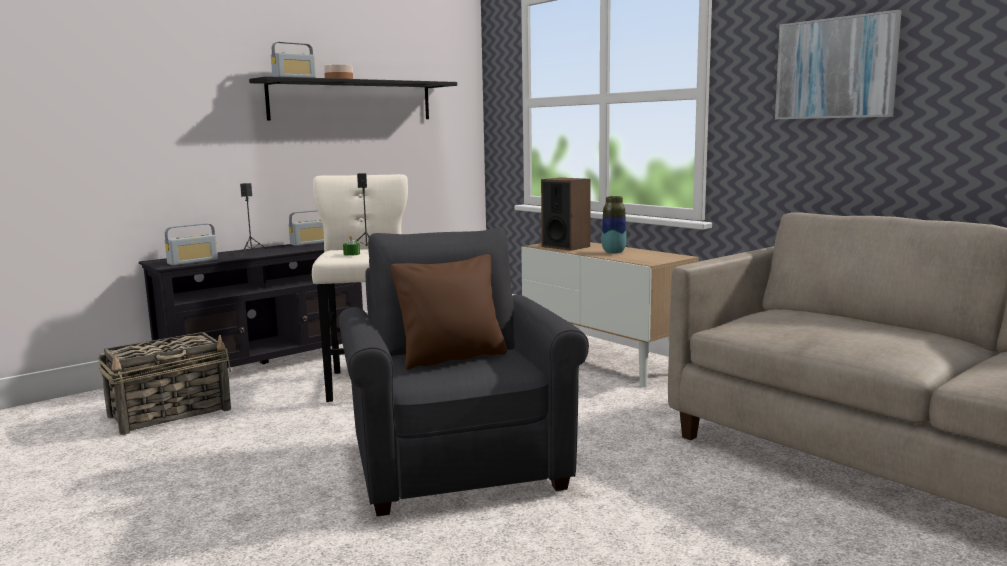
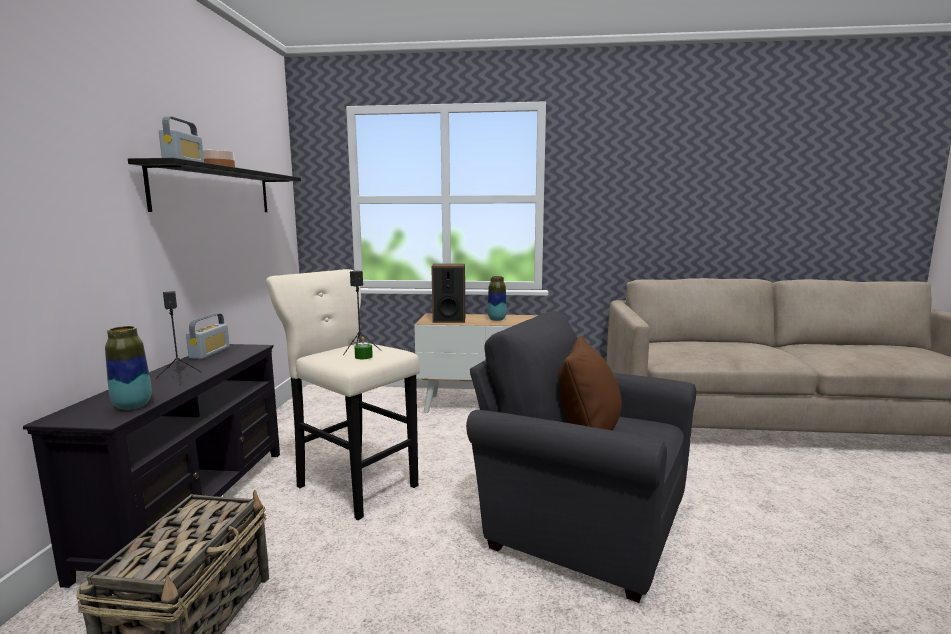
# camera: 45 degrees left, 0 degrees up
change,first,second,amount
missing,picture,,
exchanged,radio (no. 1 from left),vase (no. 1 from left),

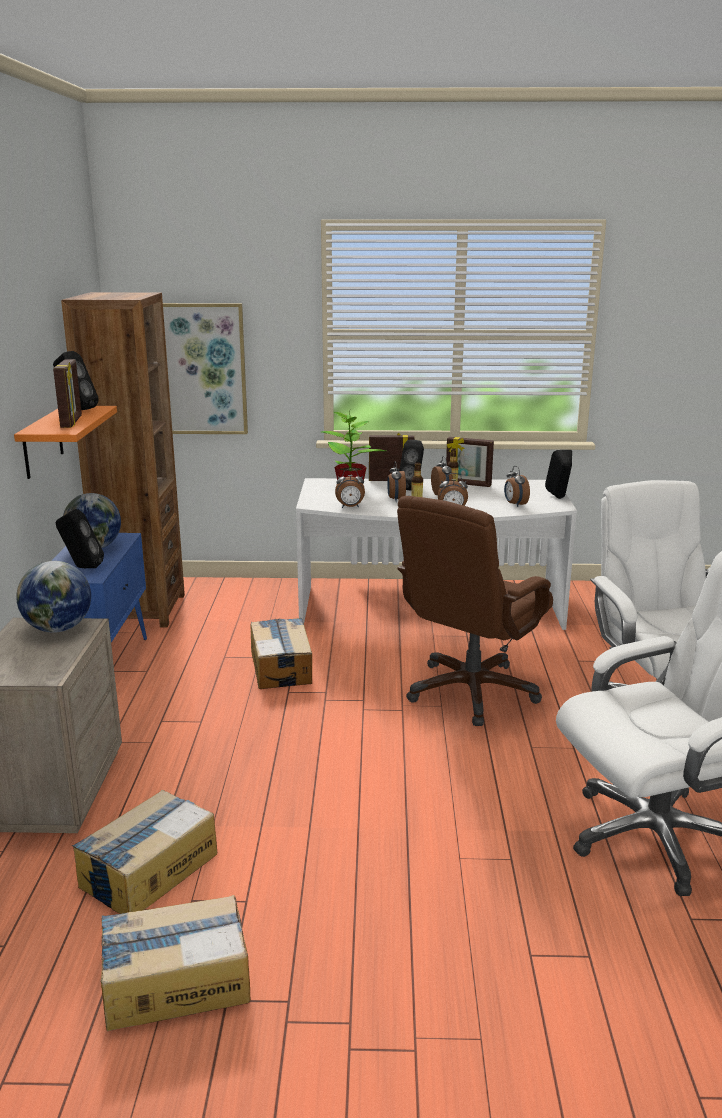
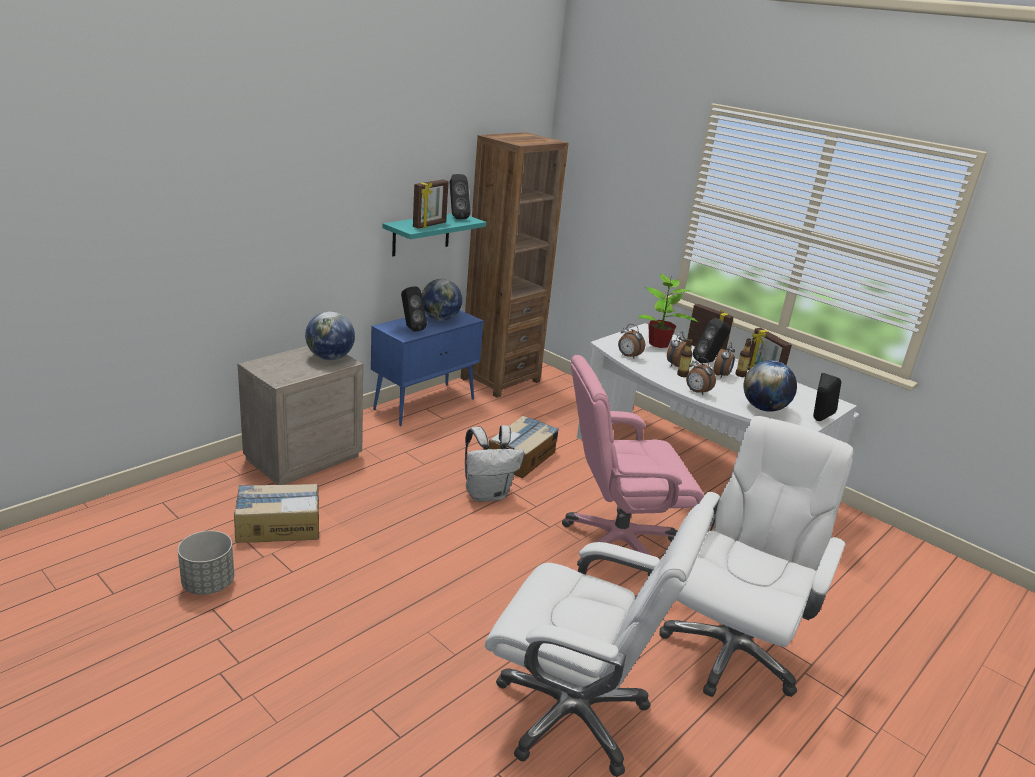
# camera: 40 degrees right, 5 degrees up
change,first,second,amount
missing,picture,,
colour,orange shelf,turquoise shelf,
exchanged,alarm clock (no. 5 from left),globe (no. 3 from left),
colour,brown office chair,pink office chair,
exchanged,cardboard box (no. 2 from left),grey planter,
appeared,,white backpack,

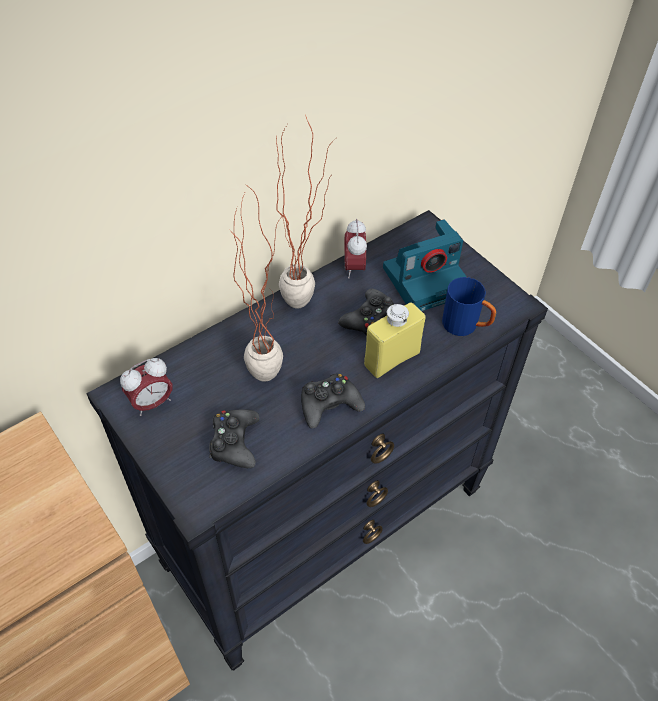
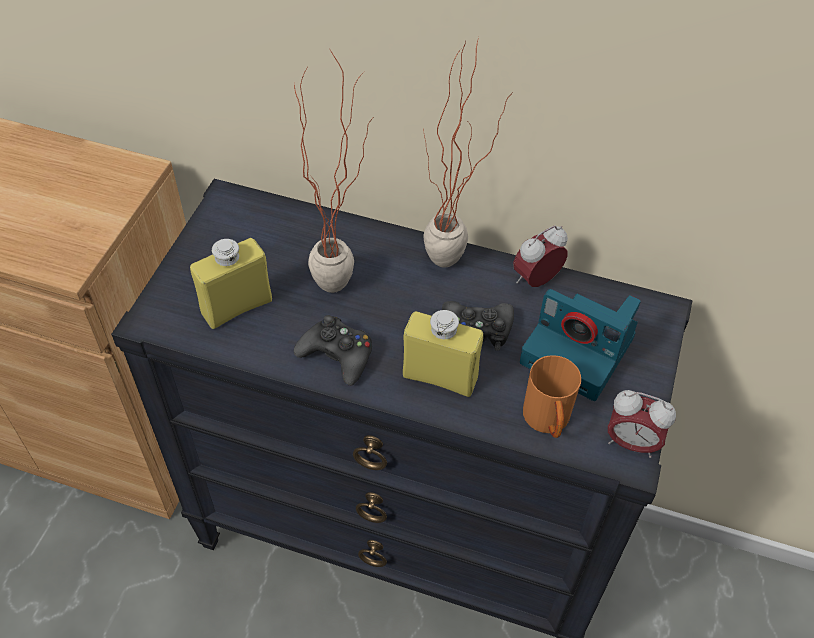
# camera: 55 degrees right, 0 degrees up
change,first,second,amount
colour,blue mug,orange mug,
relocated,alarm clock (no. 1 from left in the first image),alarm clock (no. 2 from left),
exchanged,black game controller (no. 1 from left),yellow bottle (no. 1 from left),

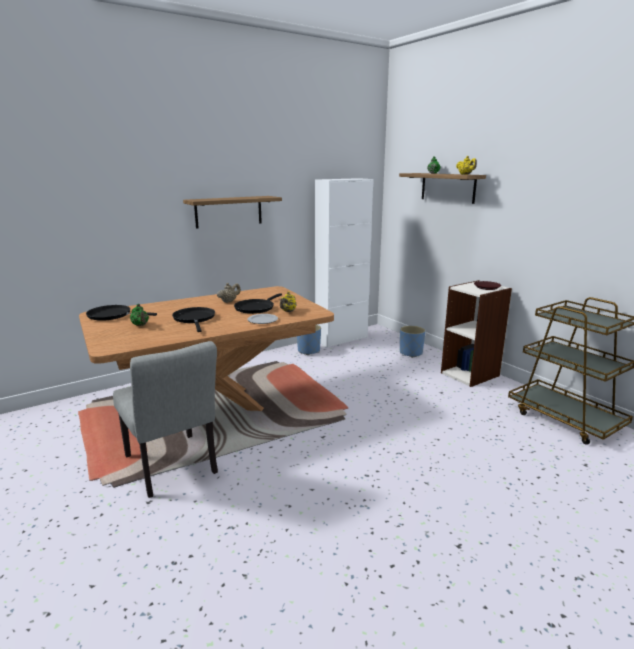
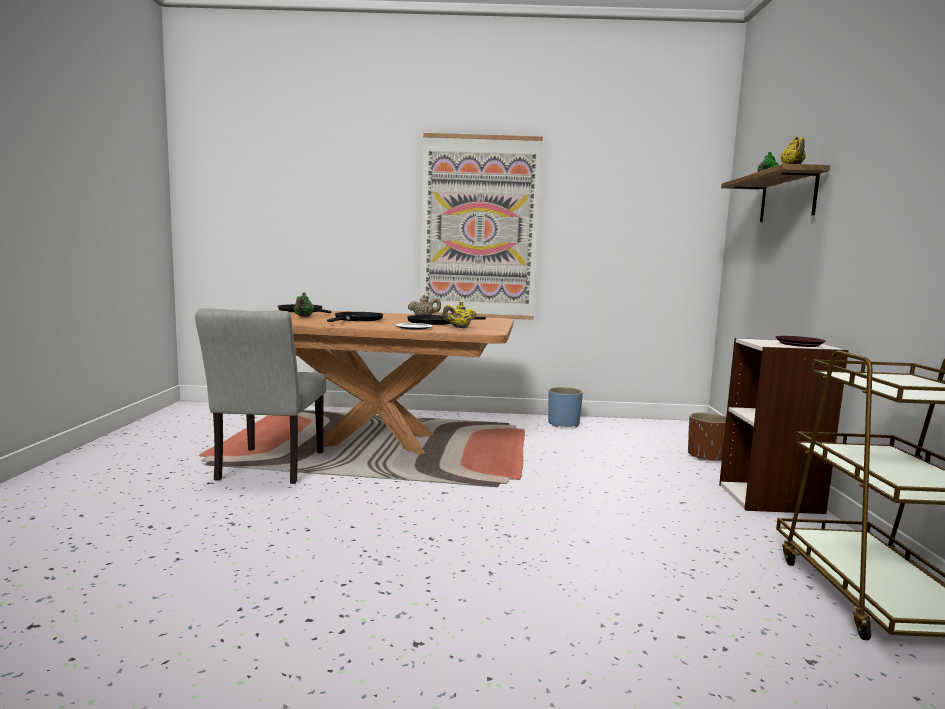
# camera: 35 degrees right, 10 degrees down
change,first,second,amount
missing,white cabinet,,
exchanged,shelf (no. 1 from left),picture,
colour,blue planter (no. 2 from left),brown planter,

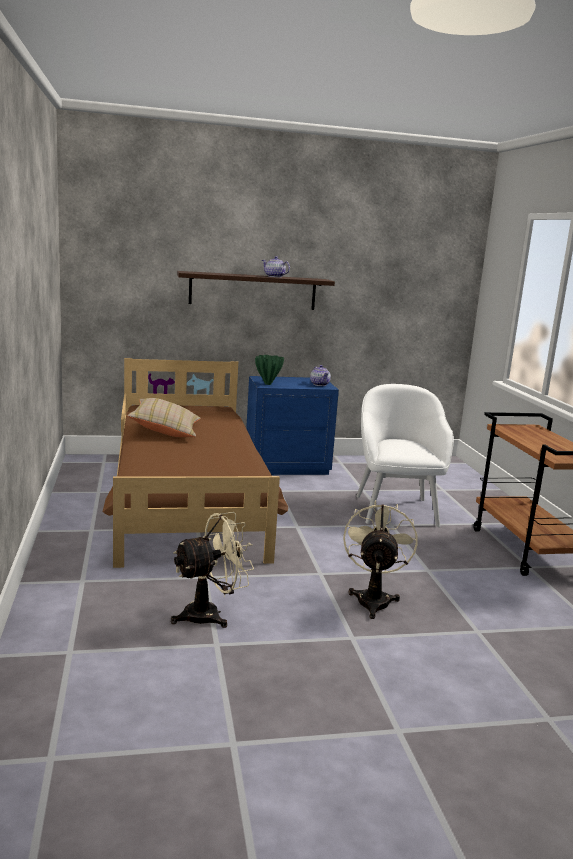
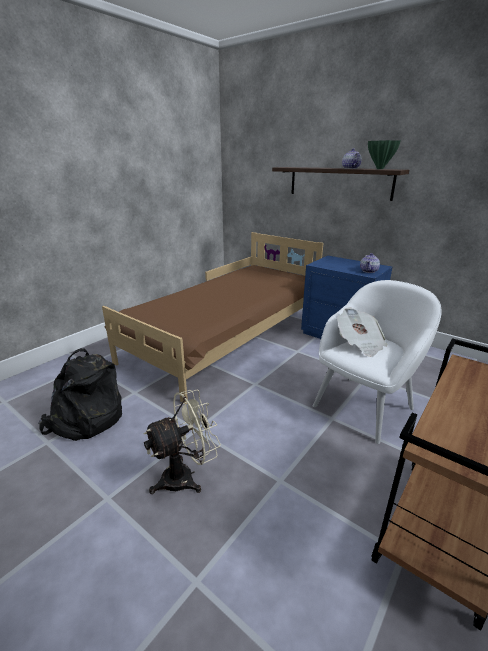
# camera: 50 degrees right, 10 degrees up
change,first,second,amount
relocated,green vase,,
missing,beige pillow,,
exchanged,beige fan (no. 1 from left),black backpack,
appeared,,newspaper,

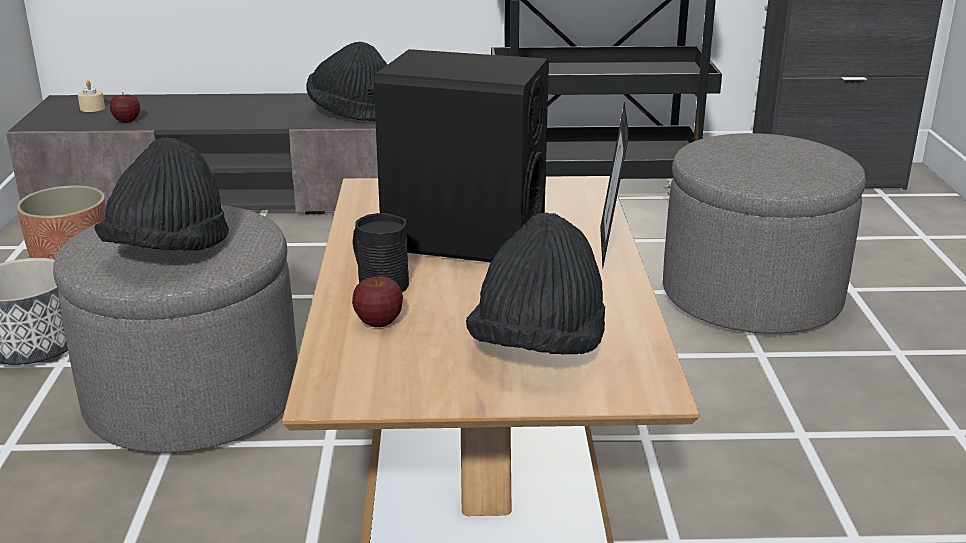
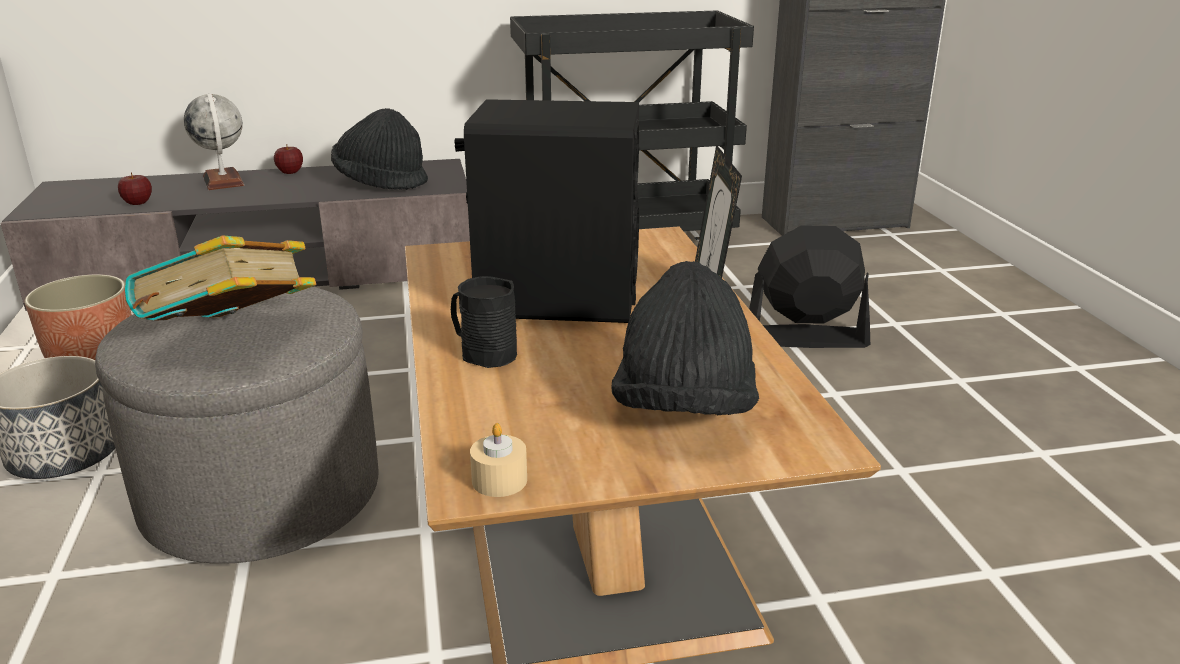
# camera: 10 degrees left, 0 degrees up
change,first,second,amount
relocated,beige candle,,
exchanged,grey ottoman (no. 2 from left),black fan,
exchanged,black hat (no. 1 from left),book,
relocated,apple (no. 2 from left),,
appeared,,globe,

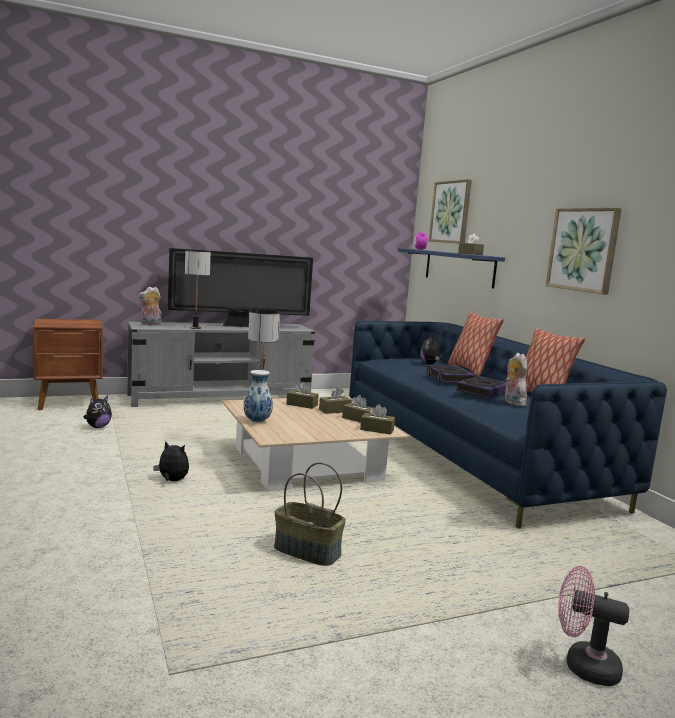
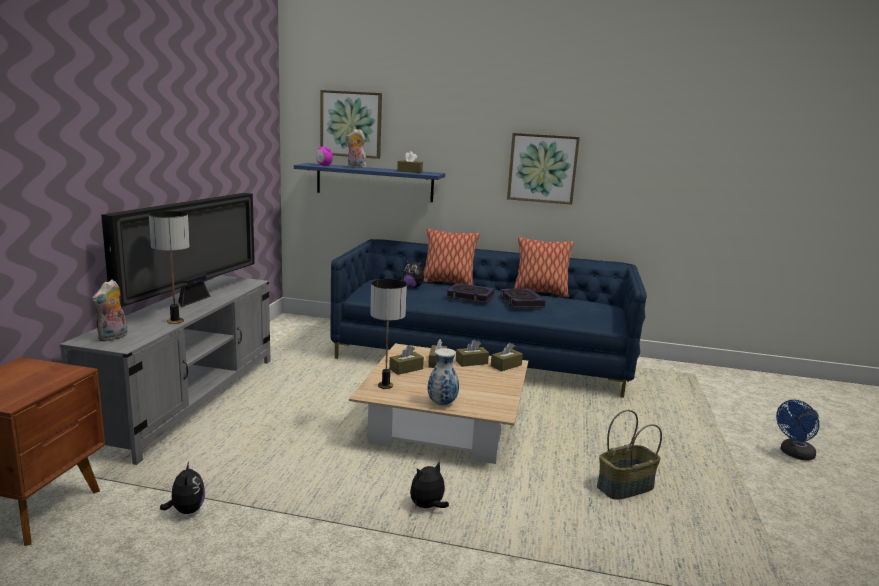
# camera: 55 degrees left, 5 degrees up
change,first,second,amount
relocated,plush toy (no. 5 from left in the first image),plush toy (no. 3 from left),
colour,pink fan,blue fan,

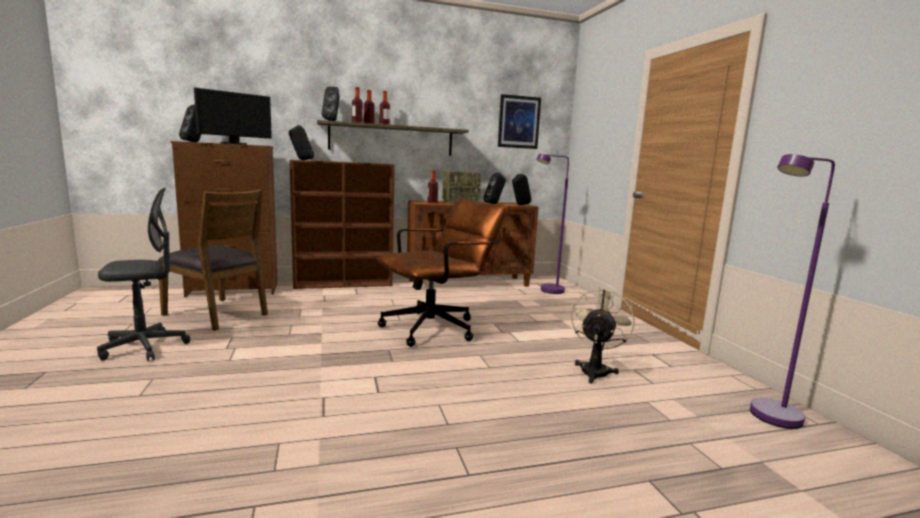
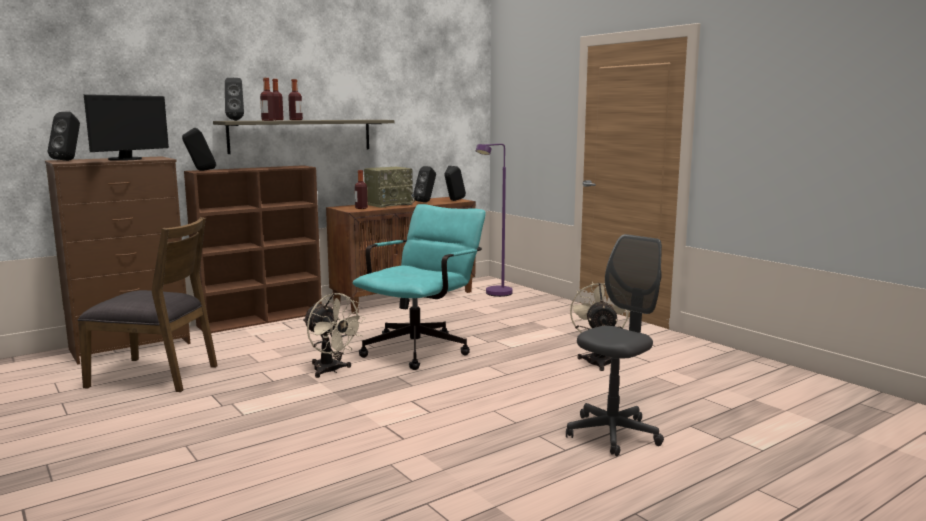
# camera: 20 degrees left, 0 degrees up
change,first,second,amount
missing,picture,,
missing,purple floor lamp (no. 2 from left),,
relocated,grey office chair,,
colour,brown office chair,turquoise office chair,
appeared,,beige fan (no. 1 from left),

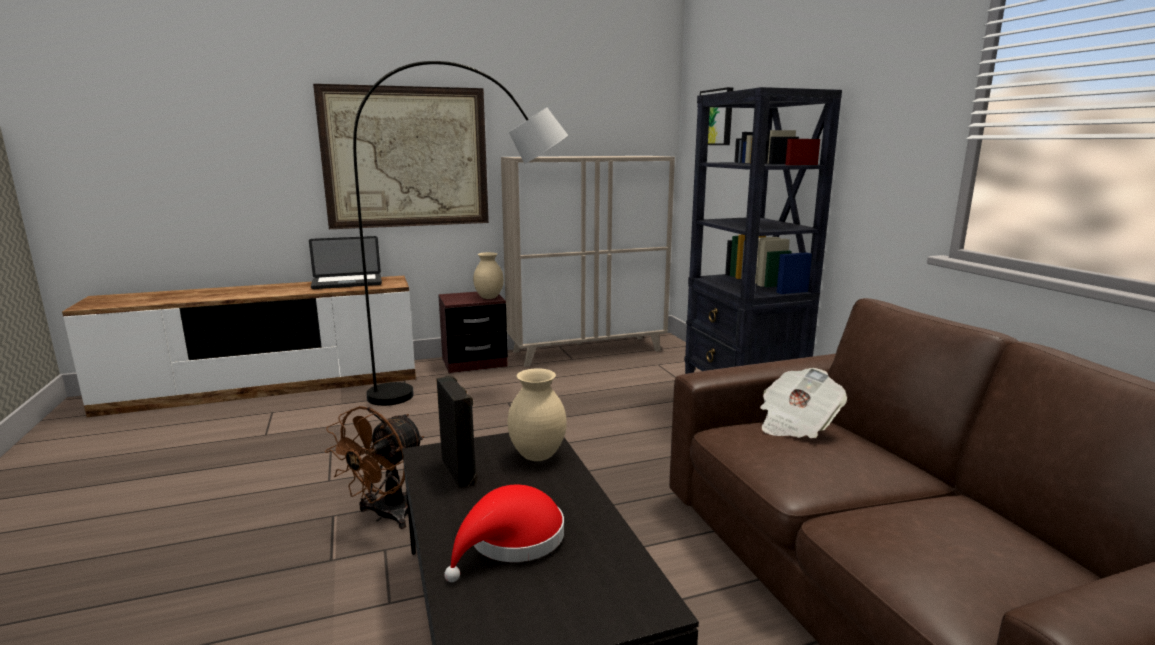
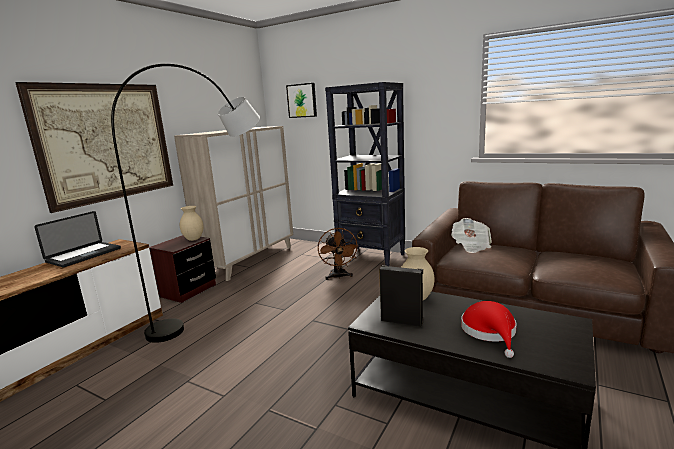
# camera: 40 degrees left, 0 degrees up
change,first,second,amount
relocated,brown fan,,

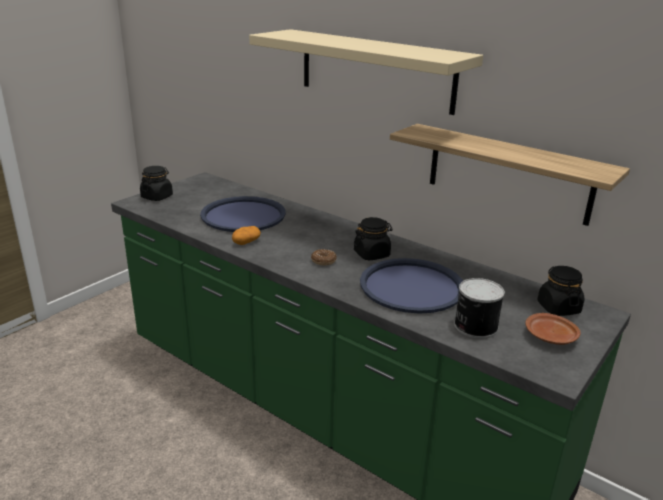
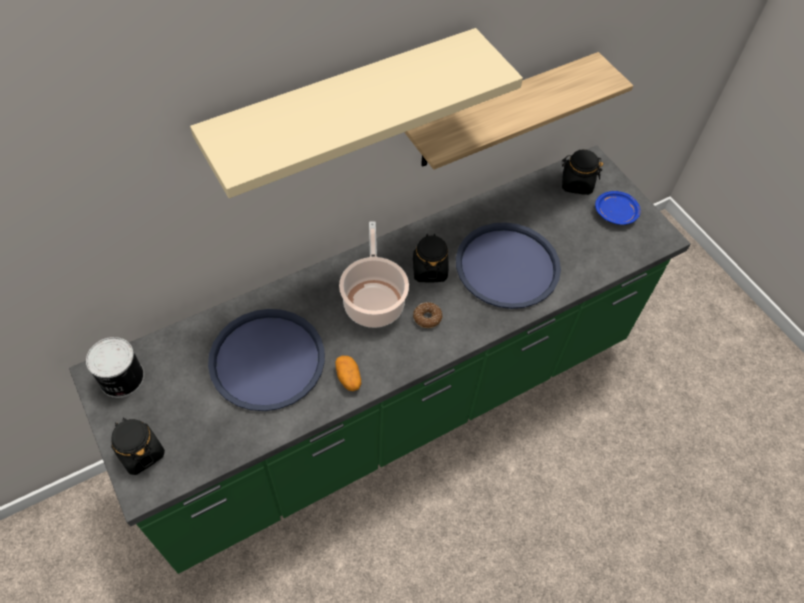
# camera: 70 degrees left, 30 degrees up
change,first,second,amount
relocated,can,,
colour,brown plate,blue plate,
appeared,,cooking pot,

